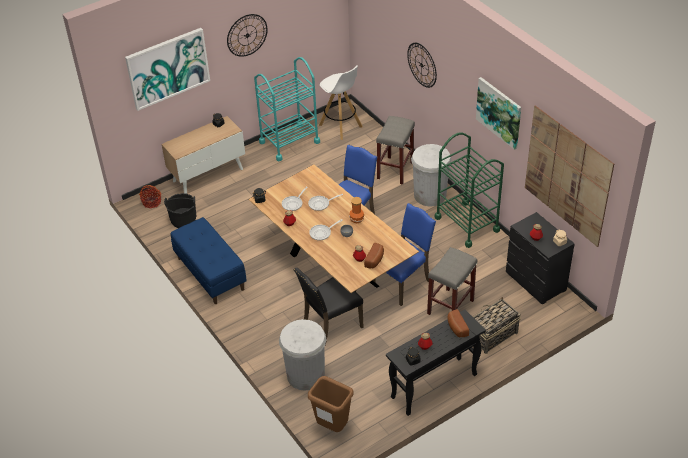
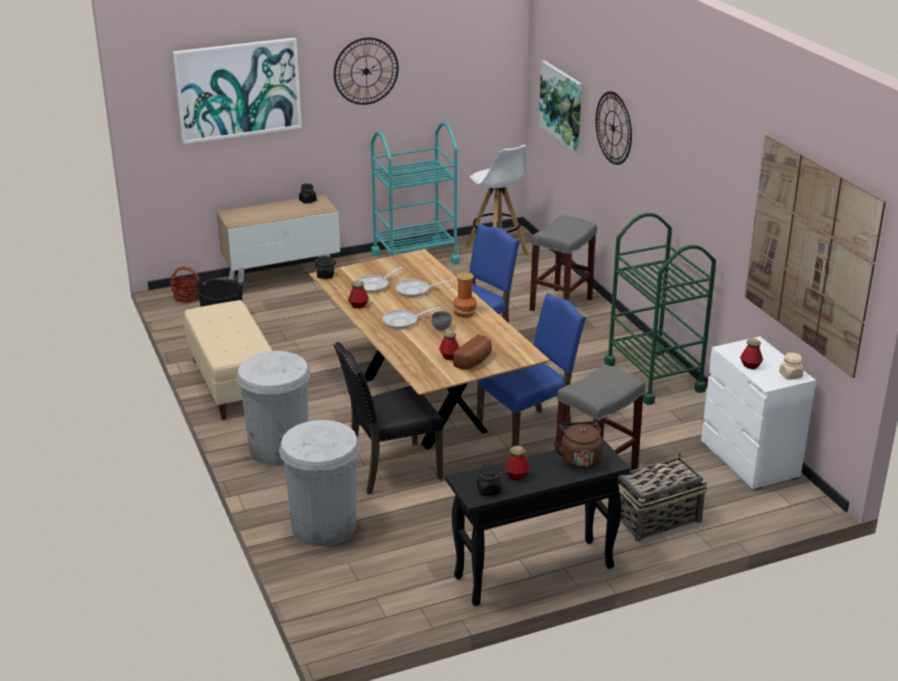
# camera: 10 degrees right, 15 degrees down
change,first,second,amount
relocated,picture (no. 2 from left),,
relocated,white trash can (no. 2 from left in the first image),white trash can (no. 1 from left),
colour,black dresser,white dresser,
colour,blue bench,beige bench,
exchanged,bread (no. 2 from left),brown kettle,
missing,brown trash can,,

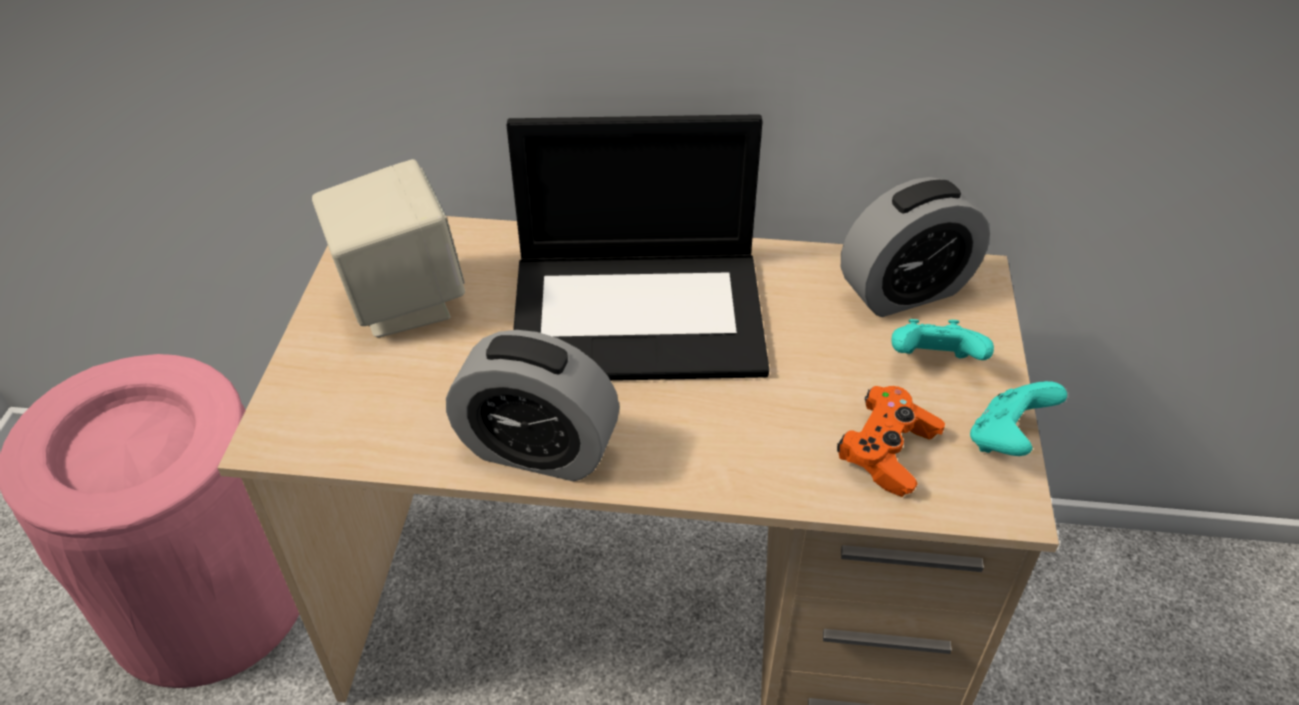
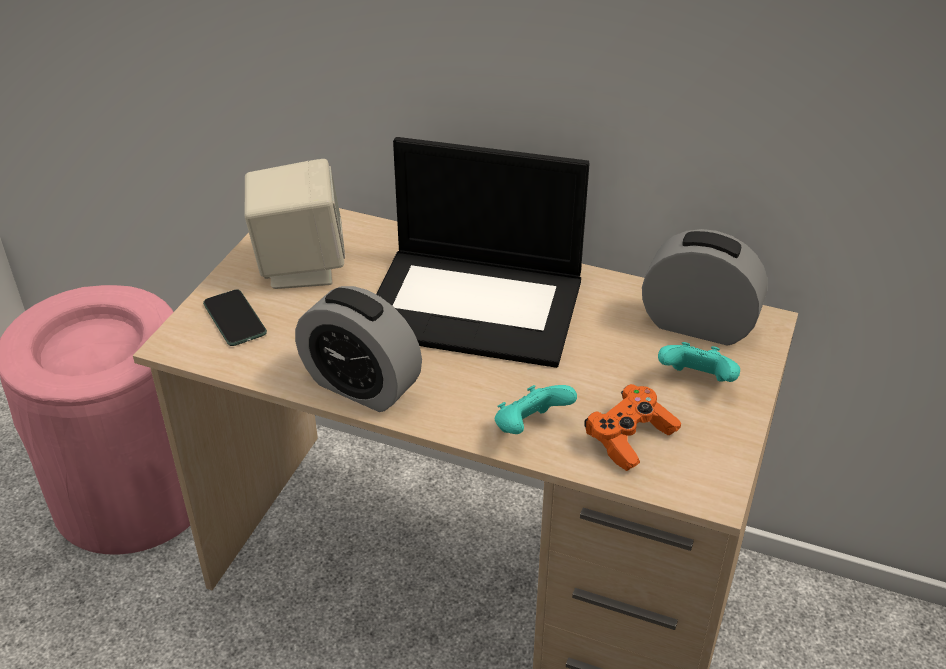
# camera: 15 degrees right, 5 degrees down
change,first,second,amount
spun,alarm clock (no. 2 from left),,150 degrees counterclockwise
relocated,turquoise game controller (no. 2 from left in the first image),turquoise game controller (no. 1 from left),
appeared,,phone,

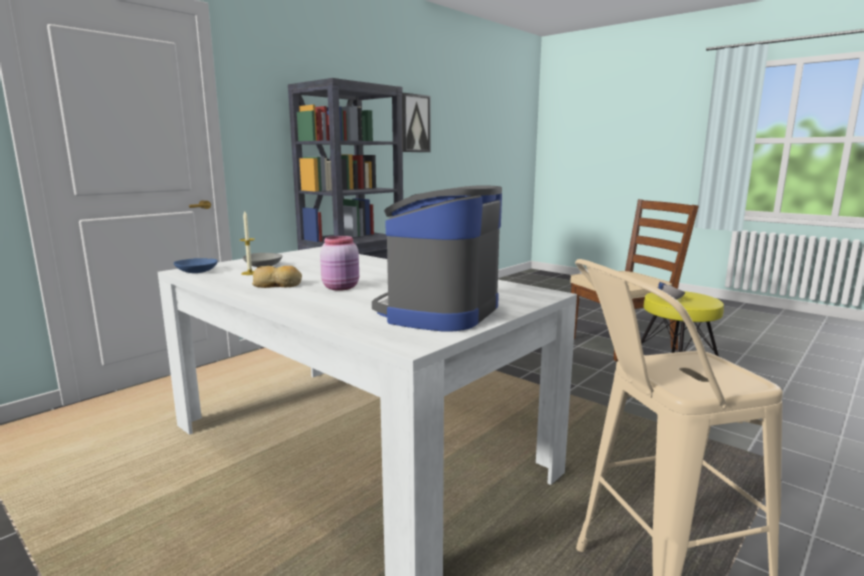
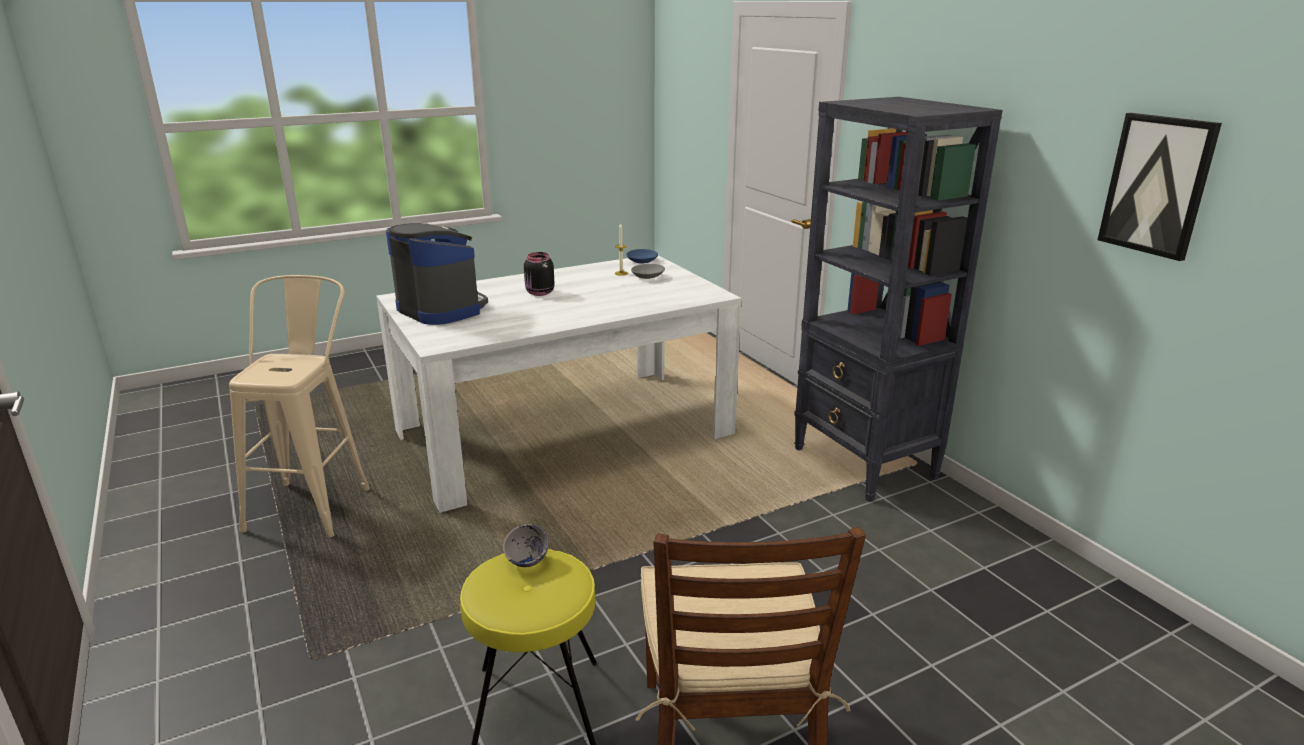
# camera: 110 degrees right, 10 degrees up
change,first,second,amount
colour,pink jar,black jar,
missing,bread,,

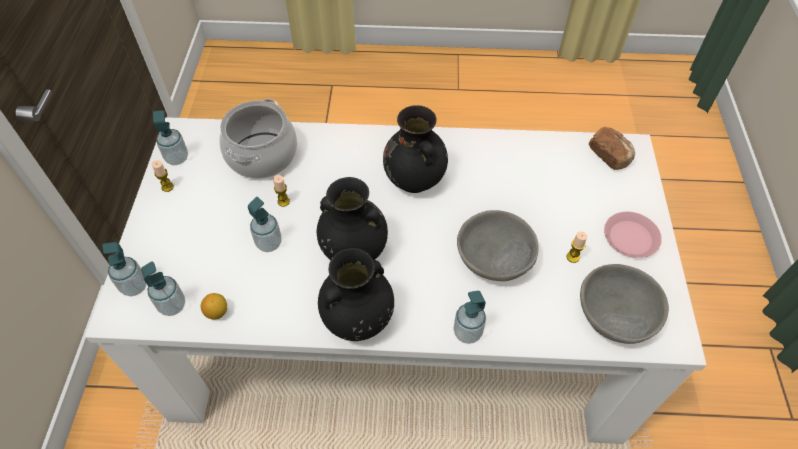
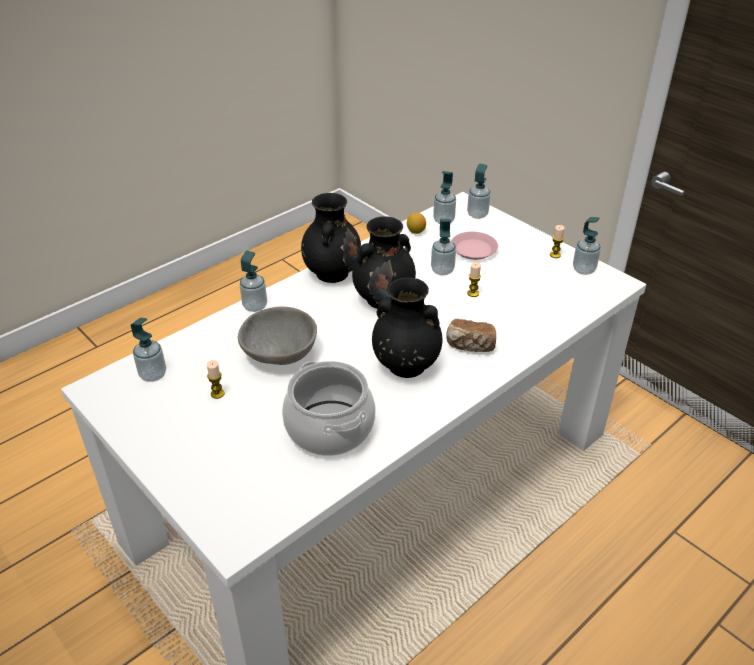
# camera: 135 degrees right, 15 degrees down
change,first,second,amount
relocated,cooking pot,,
relocated,bread,,
relocated,pink plate,,
exchanged,grey bowl (no. 2 from left),soap dispenser (no. 1 from left),

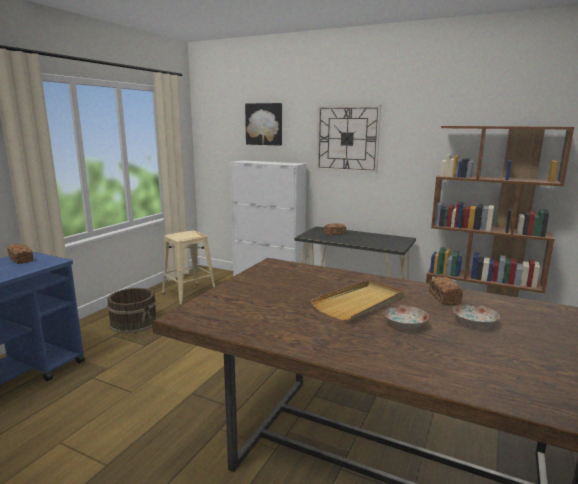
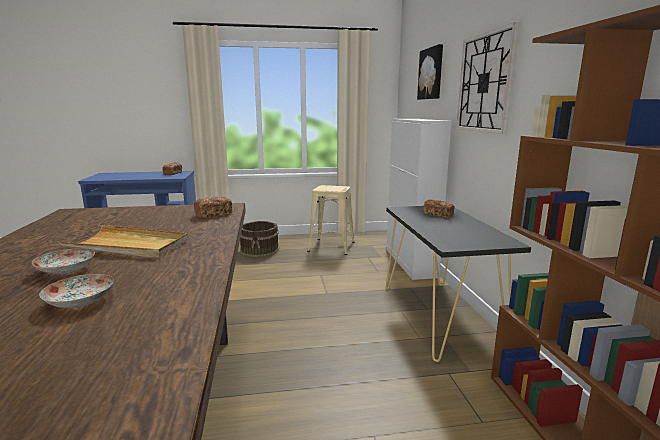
# camera: 55 degrees right, 0 degrees up
change,first,second,amount
relocated,bread (no. 3 from left in the first image),bread (no. 2 from left),

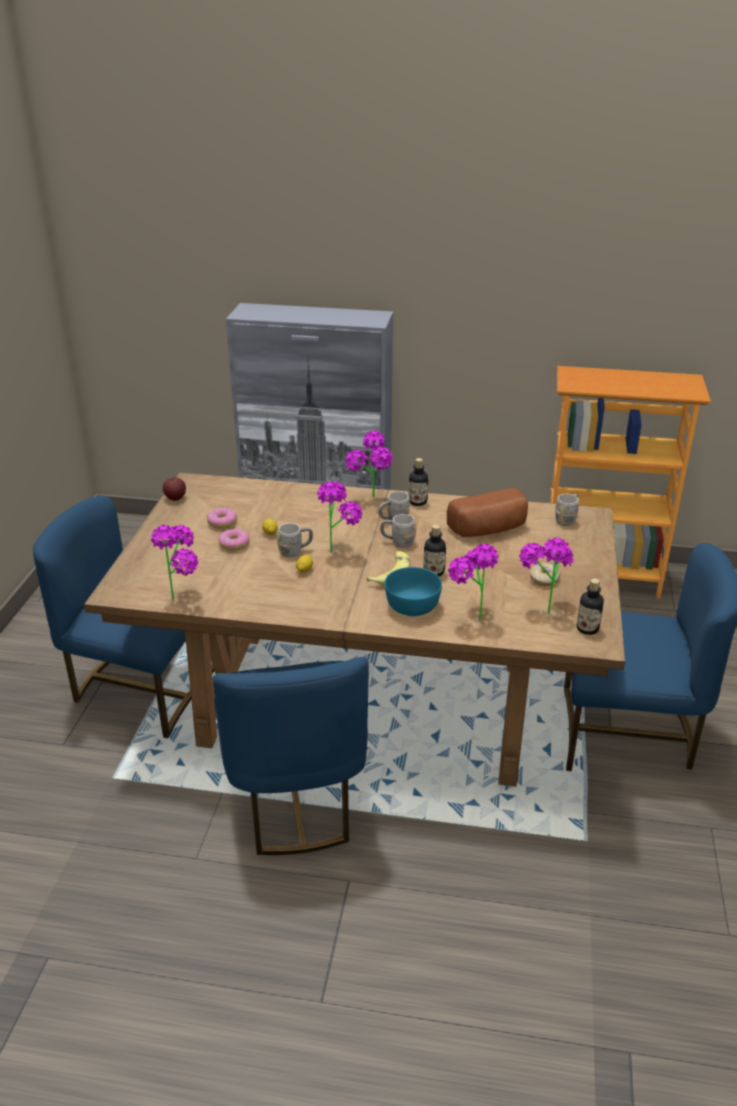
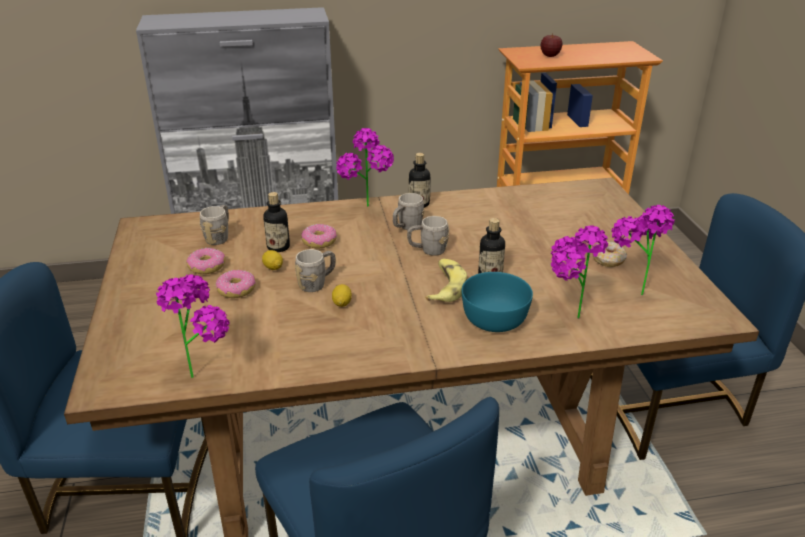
# camera: 20 degrees left, 0 degrees up
change,first,second,amount
relocated,apple,,
missing,potted plant (no. 2 from left),,
missing,bread,,
relocated,grey mug (no. 4 from left in the first image),grey mug (no. 1 from left),
relocated,bottle (no. 3 from left in the first image),bottle (no. 1 from left),
appeared,,donut (no. 3 from left),

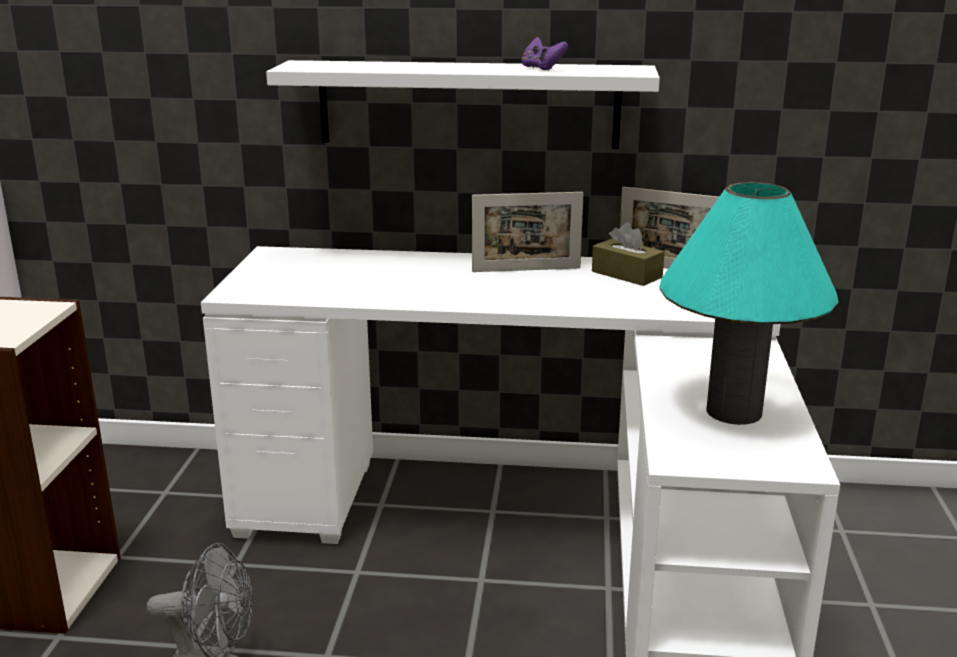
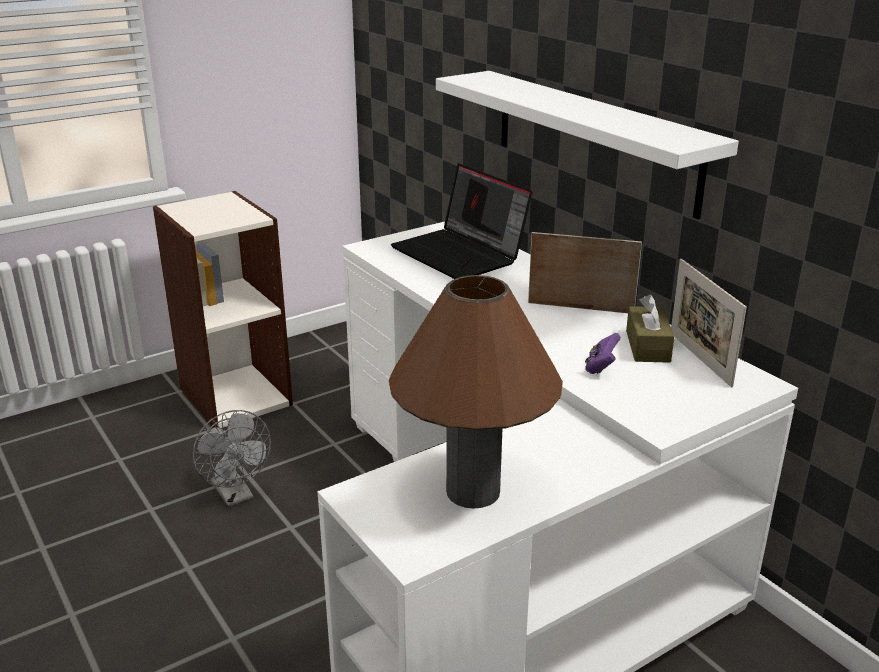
# camera: 50 degrees right, 5 degrees up
change,first,second,amount
relocated,purple game controller,,
colour,turquoise table lamp,brown table lamp,
spun,picture frame (no. 1 from left),,150 degrees clockwise
appeared,,laptop,

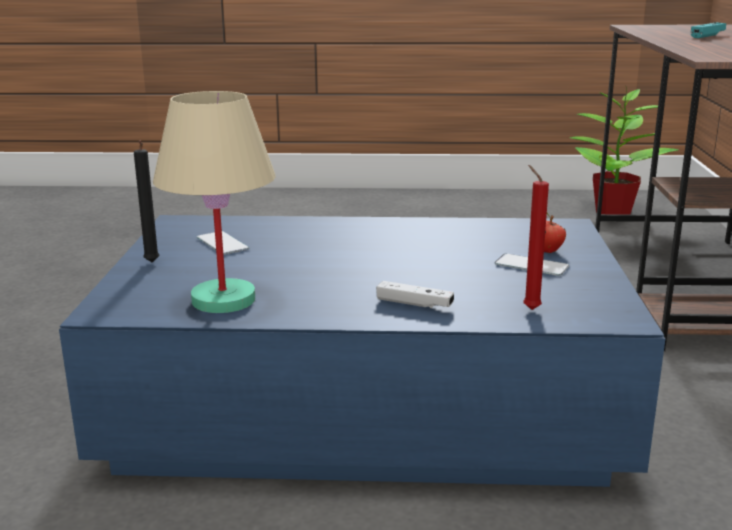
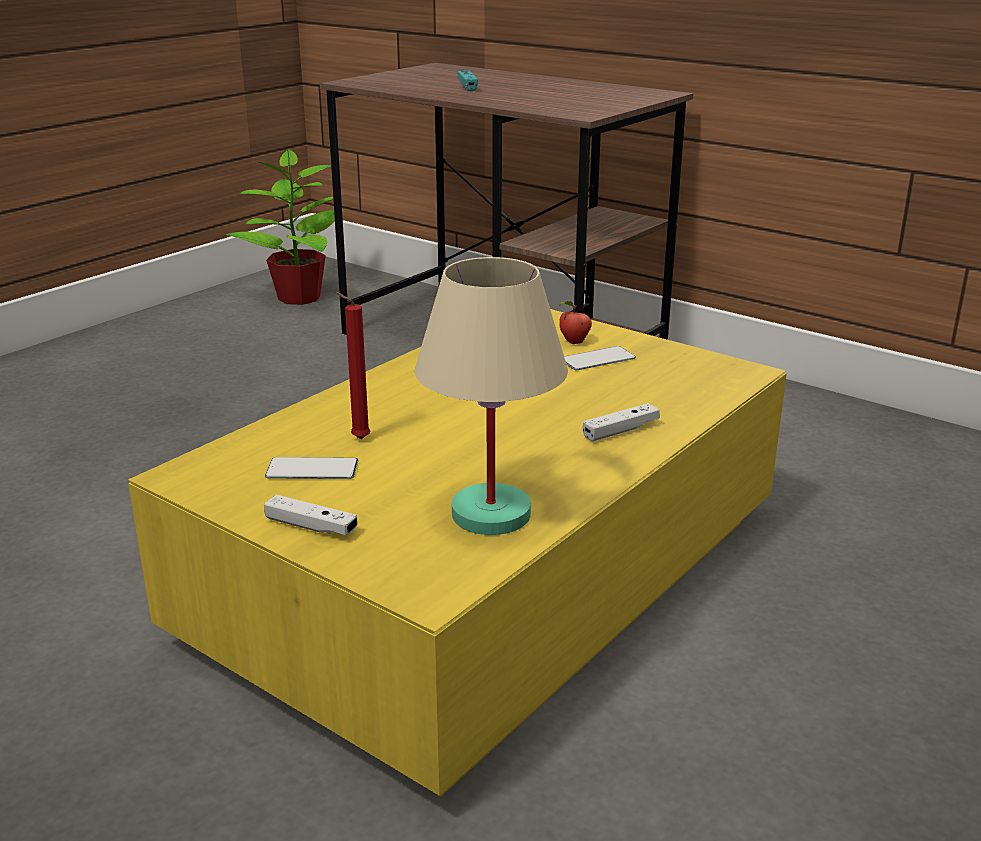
# camera: 55 degrees left, 5 degrees up
change,first,second,amount
exchanged,black candle,white game controller (no. 1 from left),
relocated,red candle,,
colour,blue coffee table,yellow coffee table,

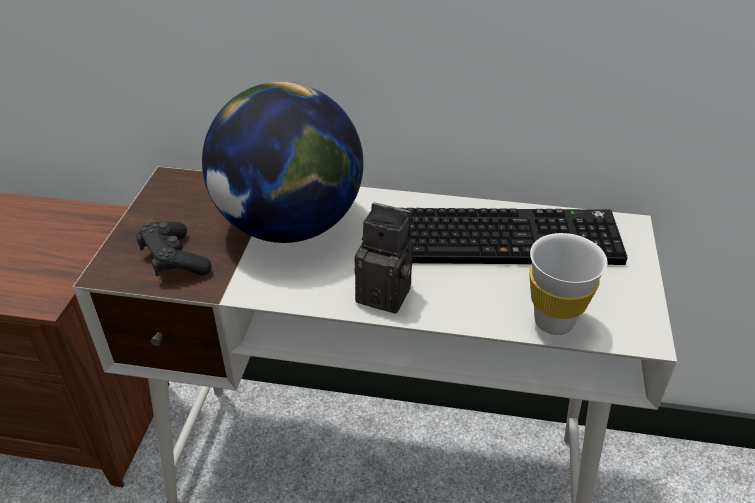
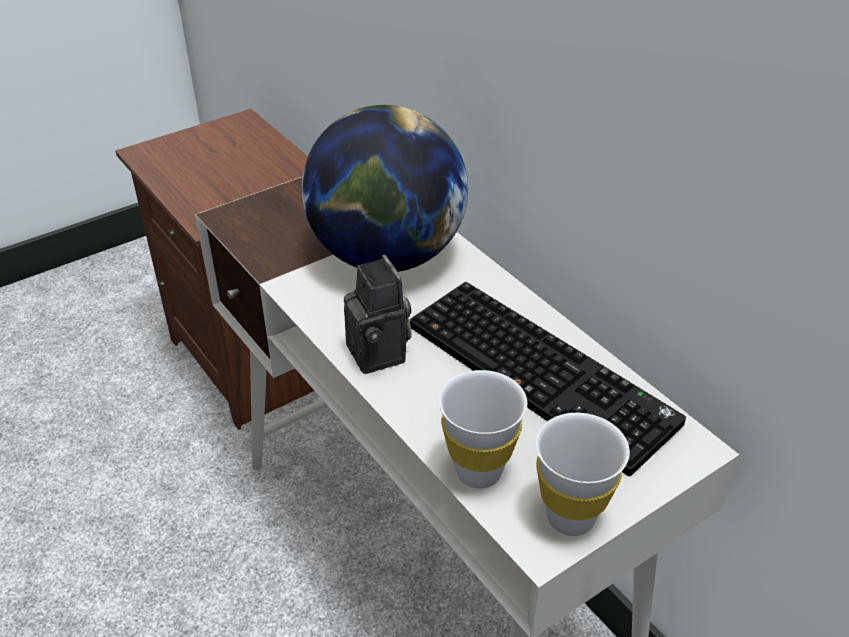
# camera: 45 degrees right, 0 degrees up
change,first,second,amount
missing,black game controller,,
appeared,,white cup (no. 2 from left),

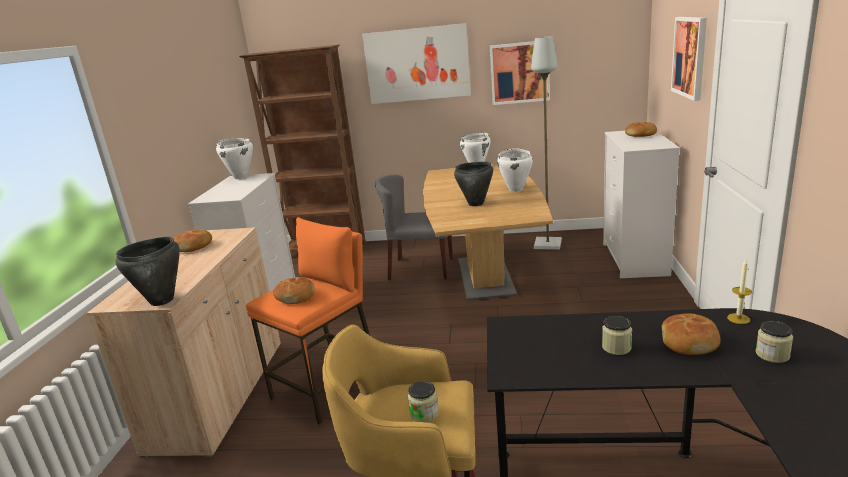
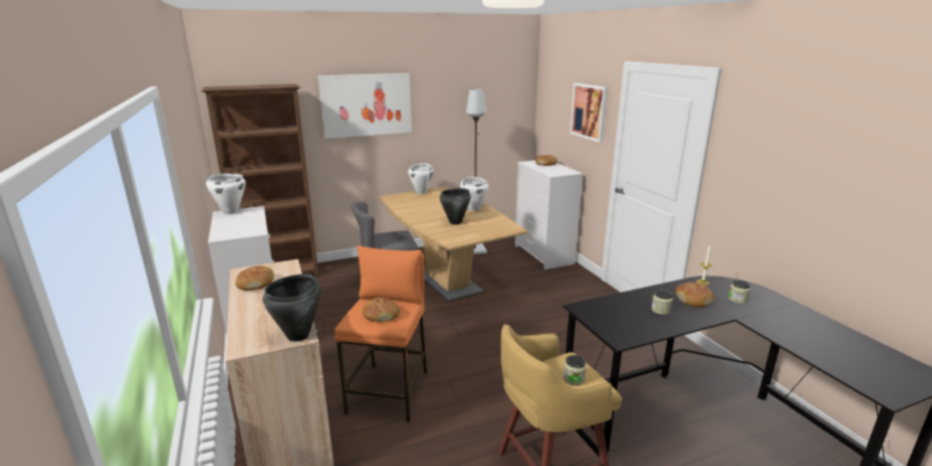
# camera: 30 degrees left, 0 degrees up
change,first,second,amount
missing,picture (no. 2 from left),,

